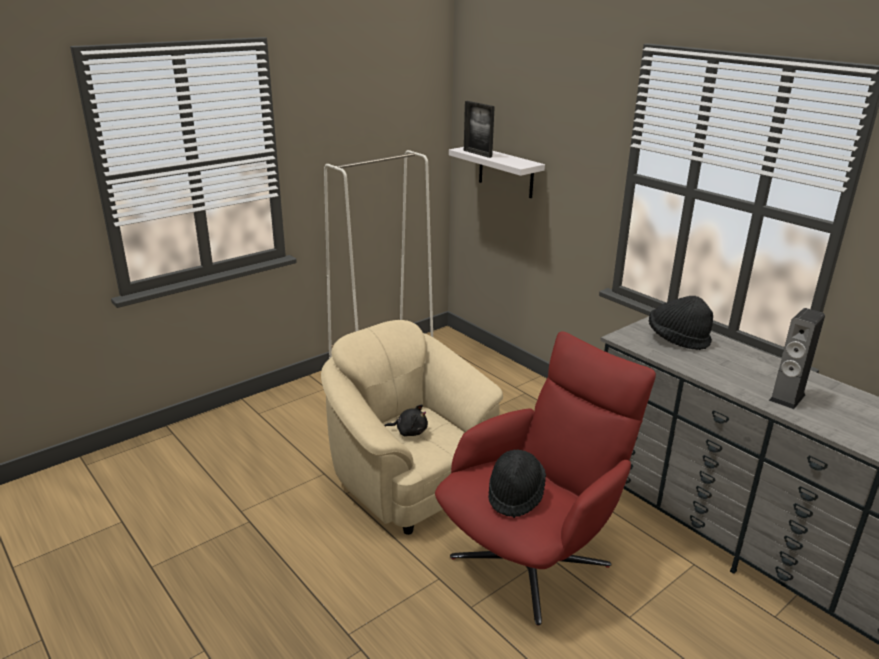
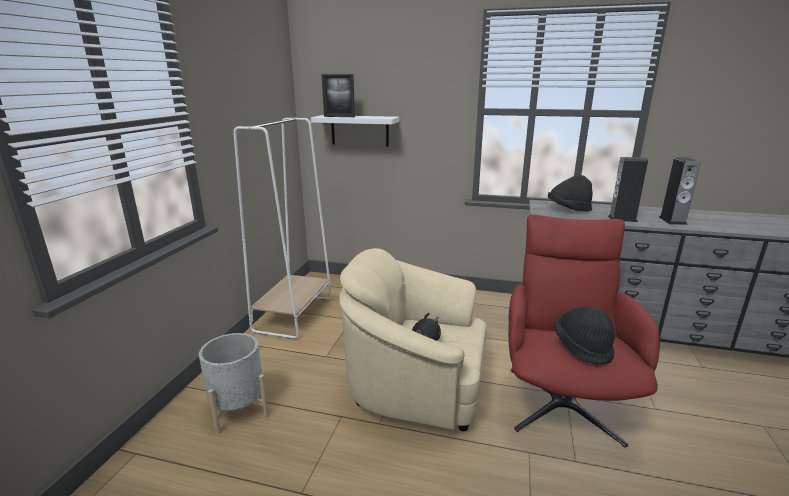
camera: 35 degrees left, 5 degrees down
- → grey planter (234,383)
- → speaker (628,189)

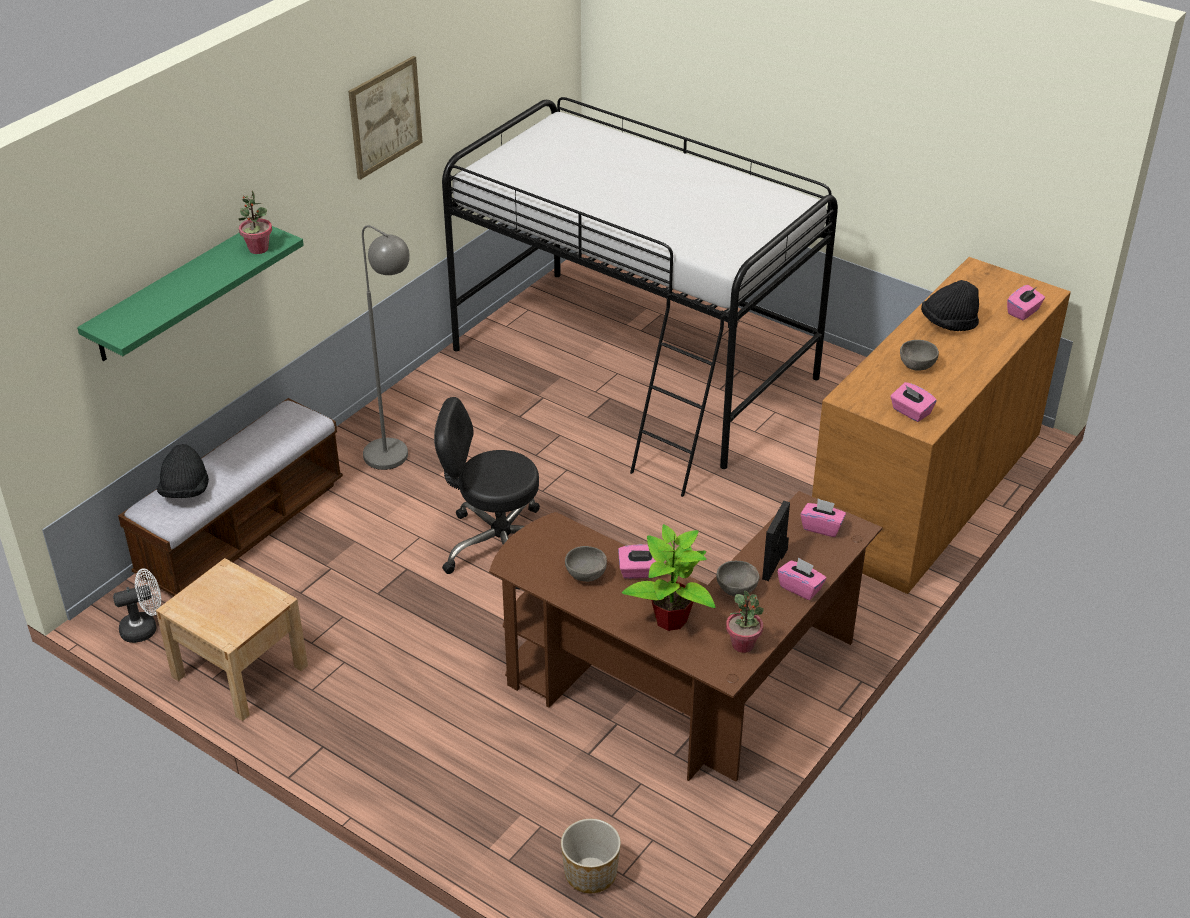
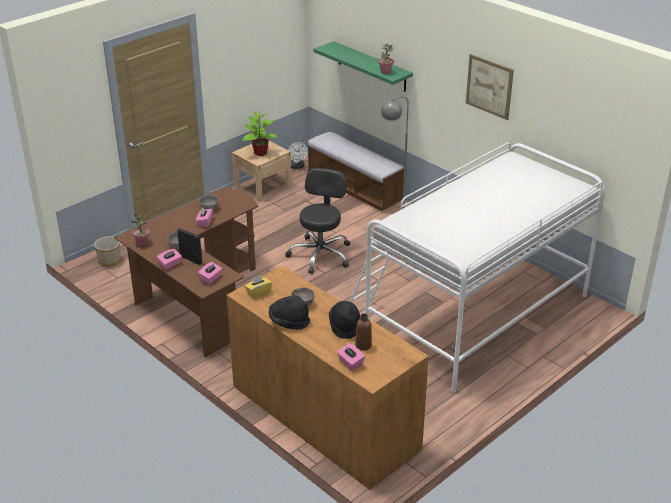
camera: 100 degrees right, 5 degrees down
black hat (183,471) → black hat (289,312), relocated
black bed (640,297) → white bed (477,267)
potted plant (668,577) → potted plant (260,133), relocated
pink tissue box (914,402) → yellow tissue box (258,286)
- → brown bottle (363,332)

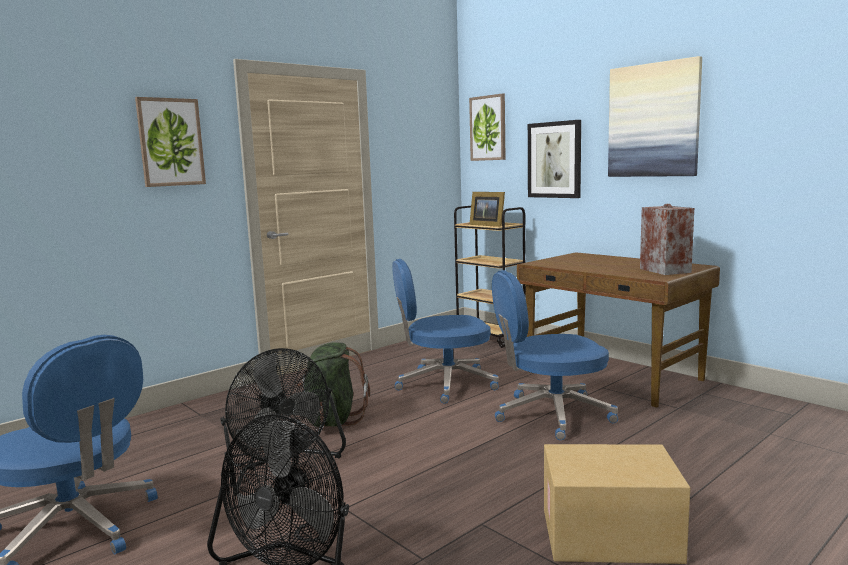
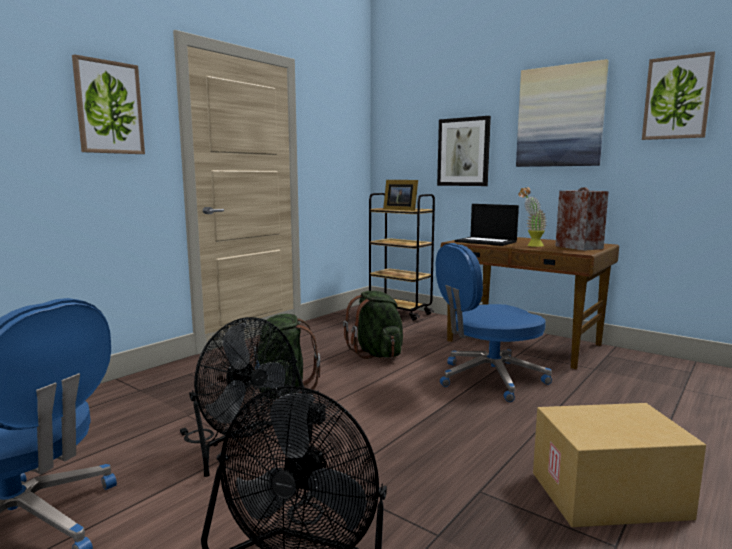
camera: 10 degrees left, 0 degrees up
blue office chair (445,331) → green backpack (373,325)
picture (487,127) → picture (678,95), relocated
- → laptop (487,225)
- → potted plant (532,217)

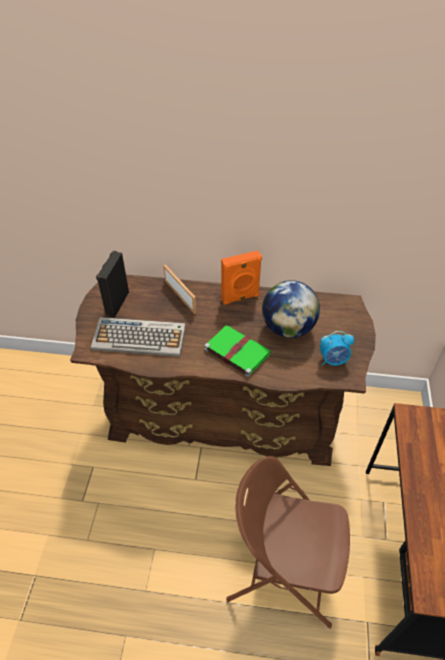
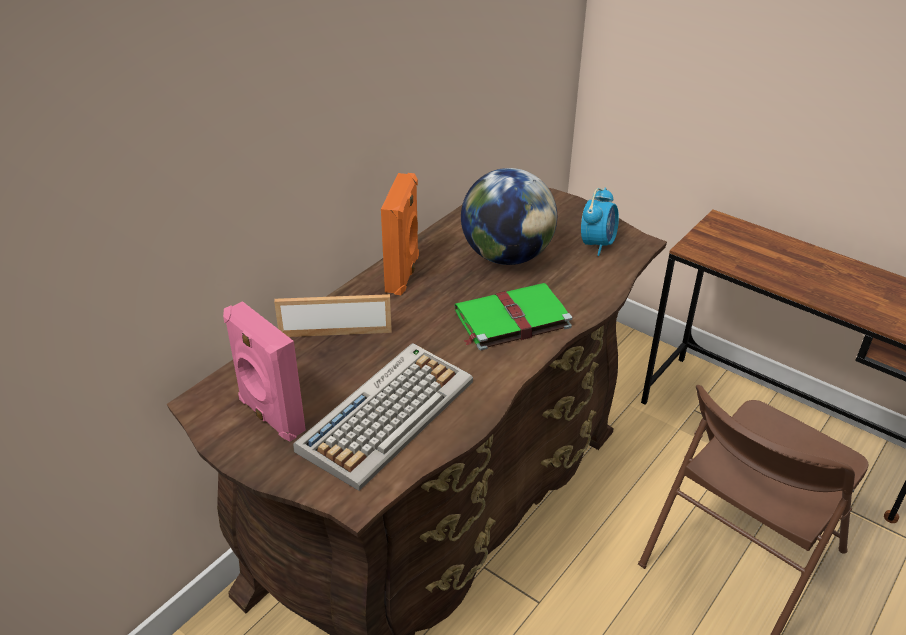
camera: 60 degrees left, 10 degrees down
black speaker (112,284) → pink speaker (264,371)

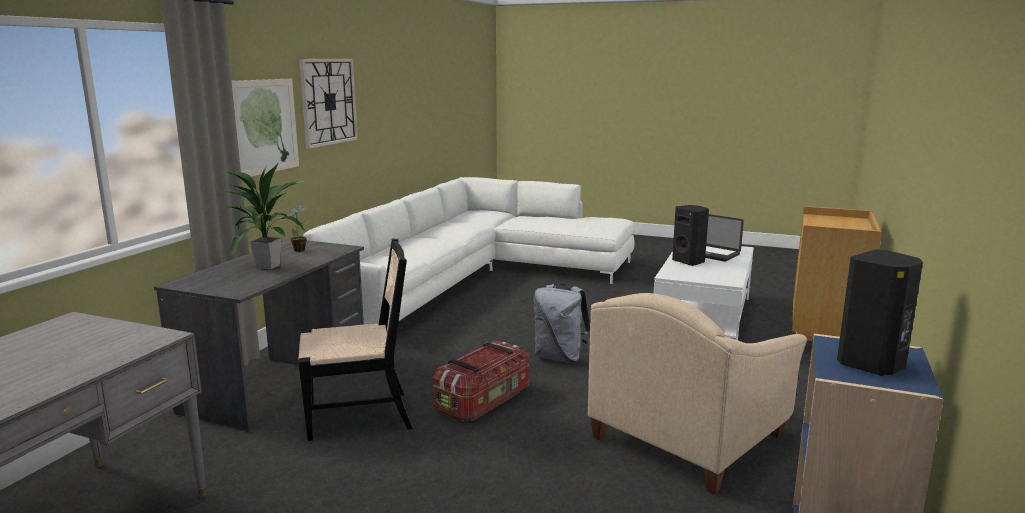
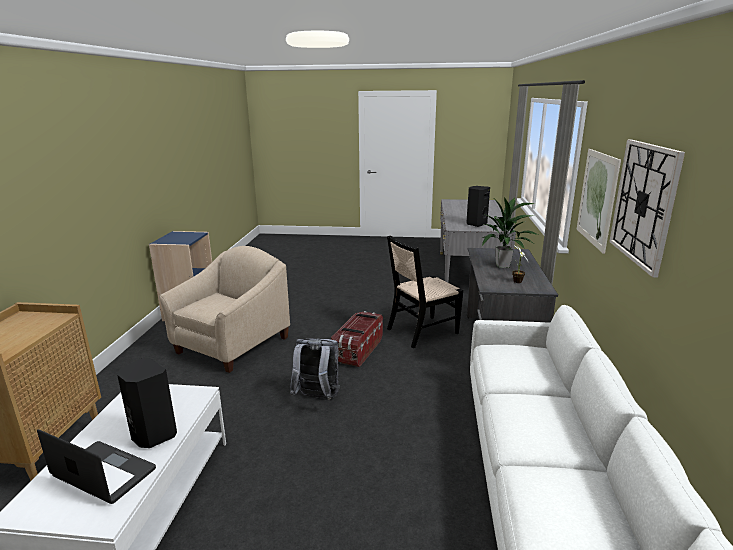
camera: 165 degrees right, 5 degrees up
black speaker (880,312) → black speaker (478,206), relocated

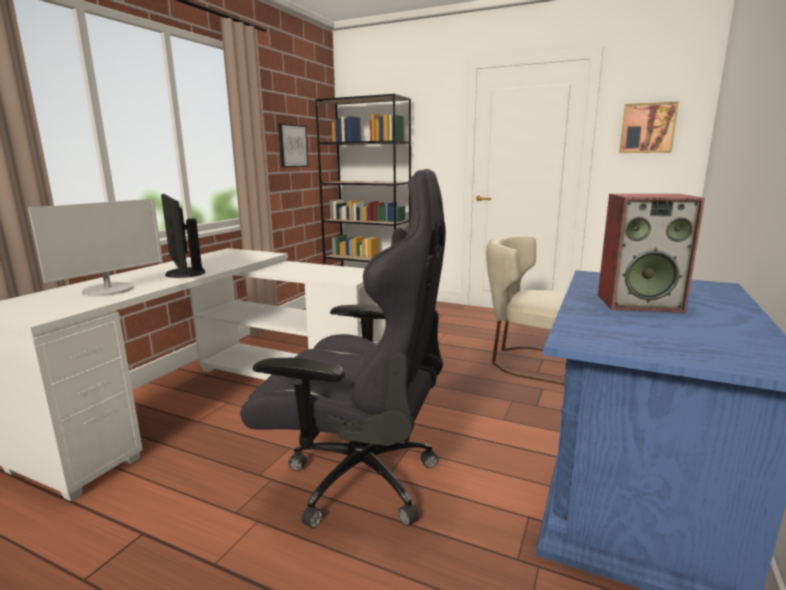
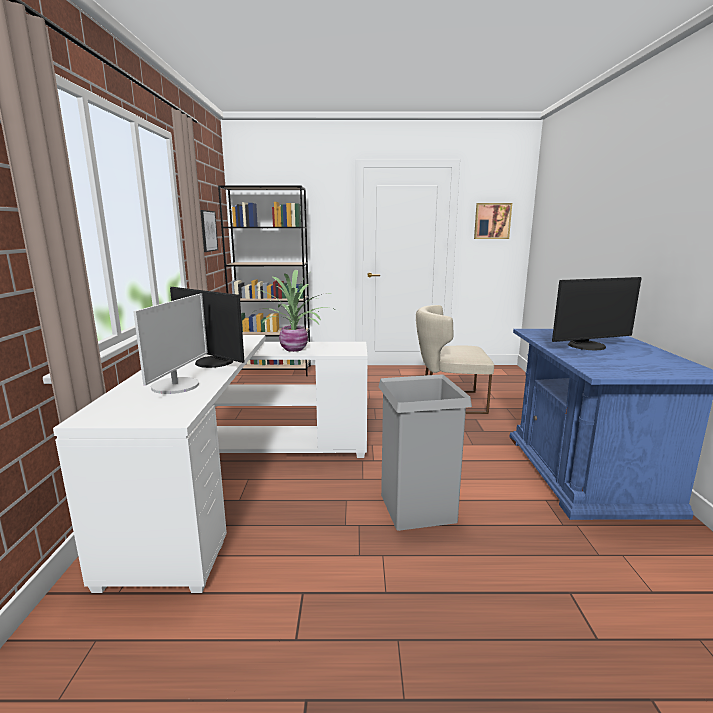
camera: 25 degrees left, 0 degrees up
black office chair (343,348) → grey trash can (425,453)
speaker (651,253) → monitor (597,313)
- → potted plant (292,311)

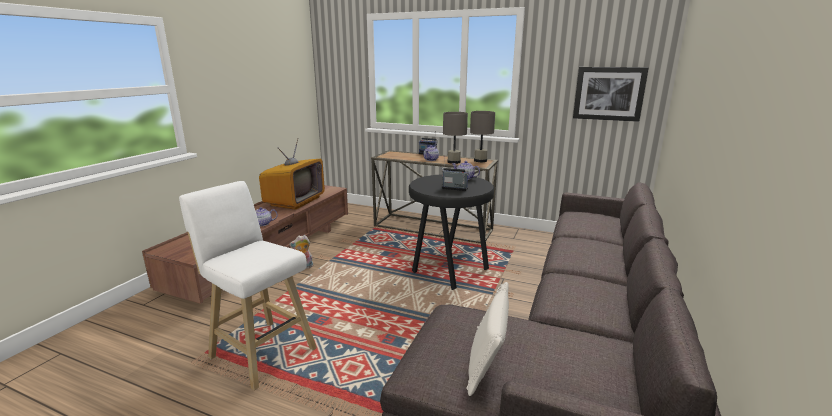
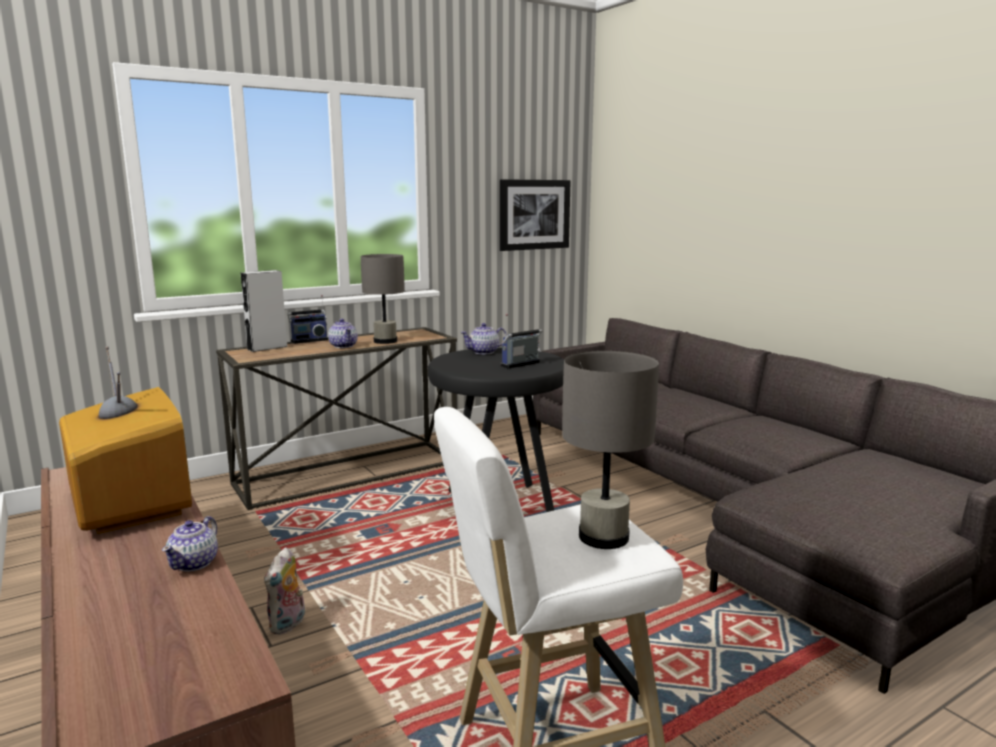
camera: 55 degrees left, 5 degrees down
white pillow (487,339) → -
grey table lamp (482,136) → grey table lamp (610,450), relocated
- → grey speaker (264,311)

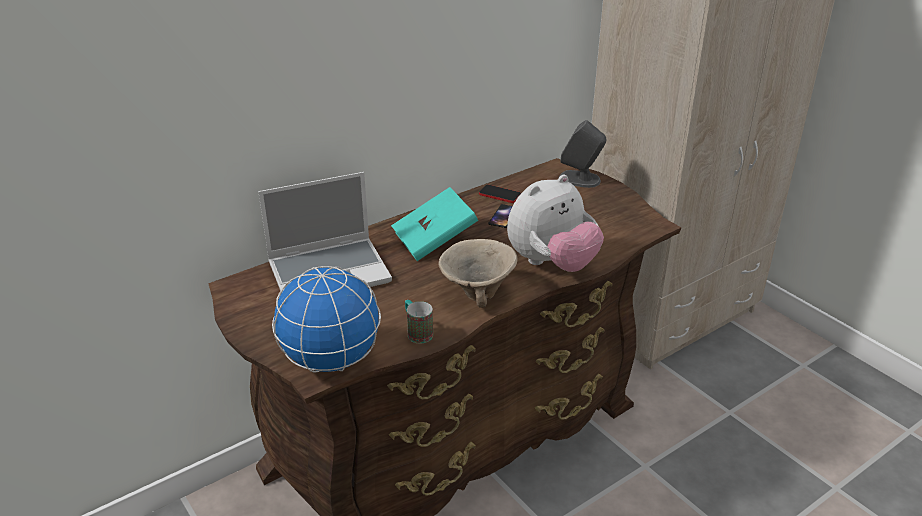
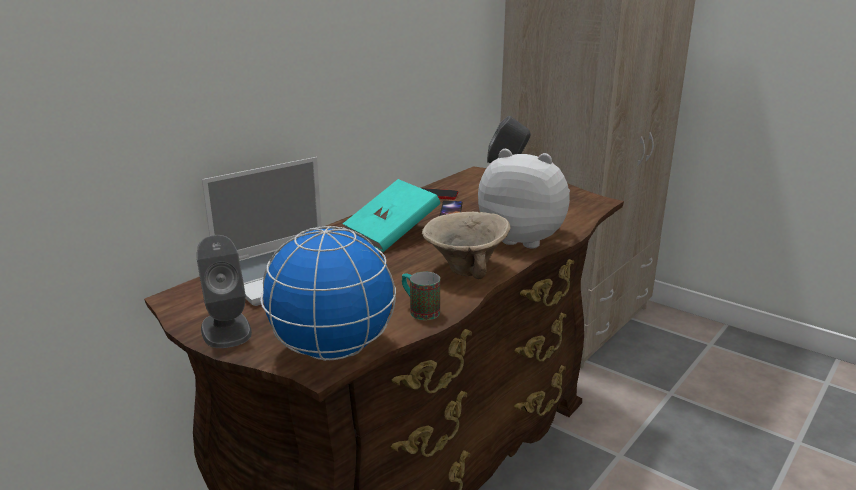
camera: 15 degrees left, 10 degrees down
plush toy (555,223) → plush toy (524,198), 105 degrees counterclockwise
- → grey speaker (224,291)

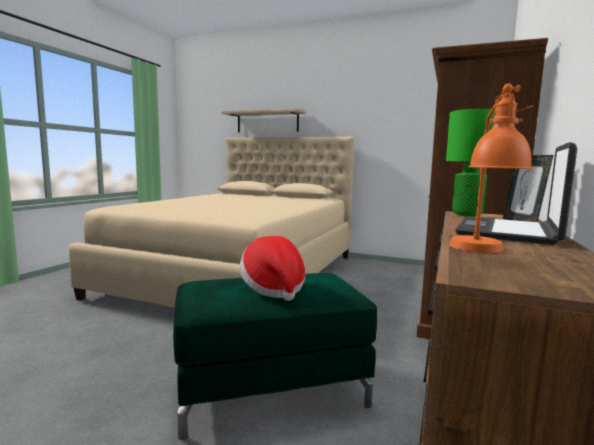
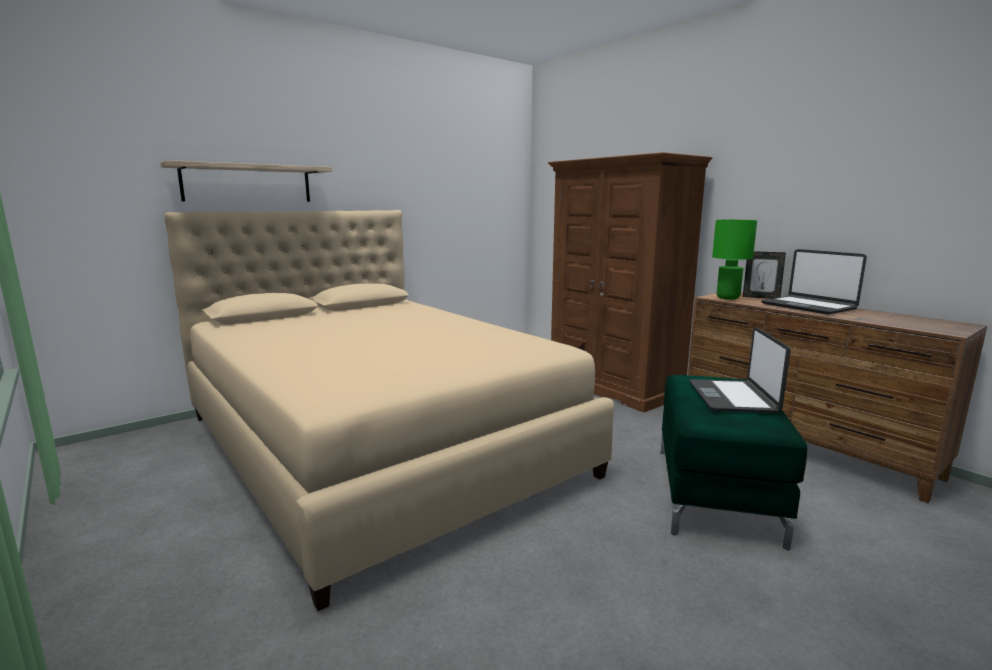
camera: 60 degrees left, 5 degrees up
hat (273,268) → laptop (740,370)
orange table lamp (491,168) → -

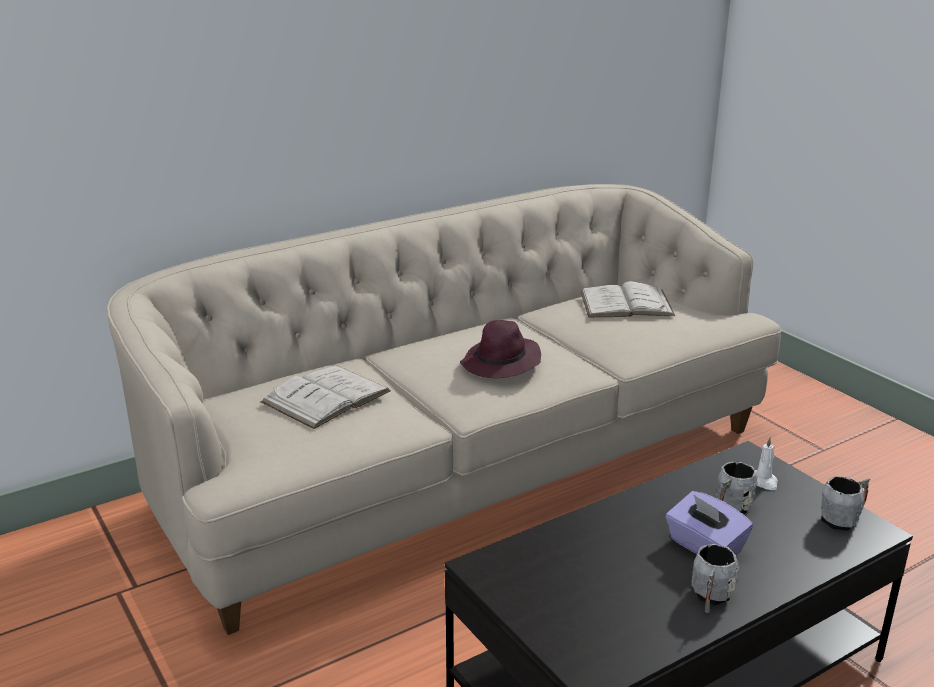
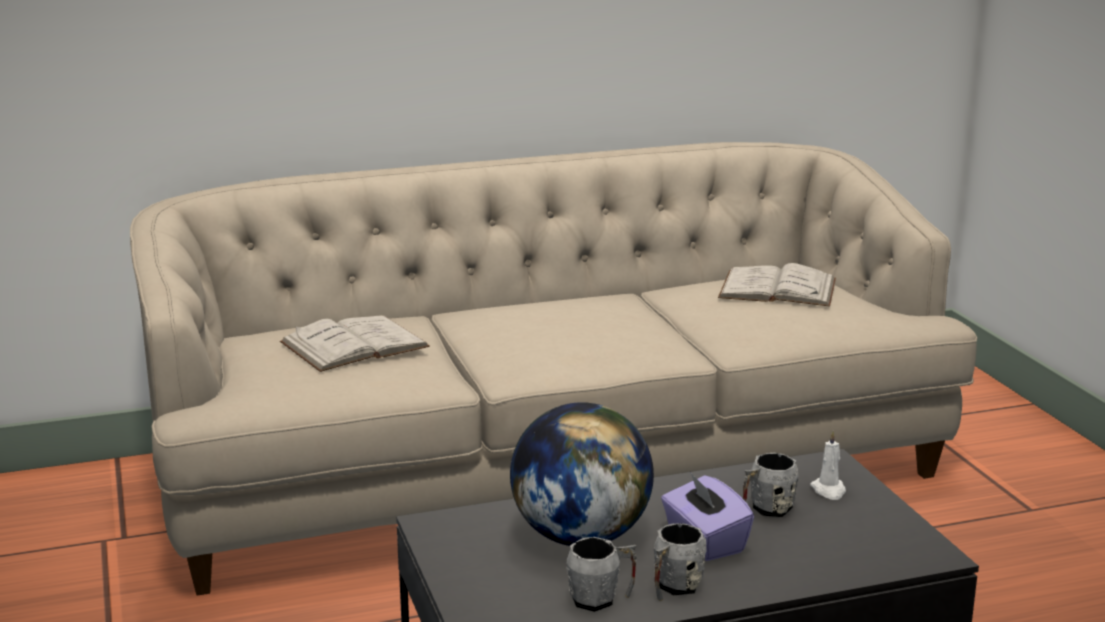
camera: 15 degrees right, 5 degrees down
purple hat (500,349) → -
grey mug (845,503) → grey mug (601,574), relocated
- → globe (582,474)

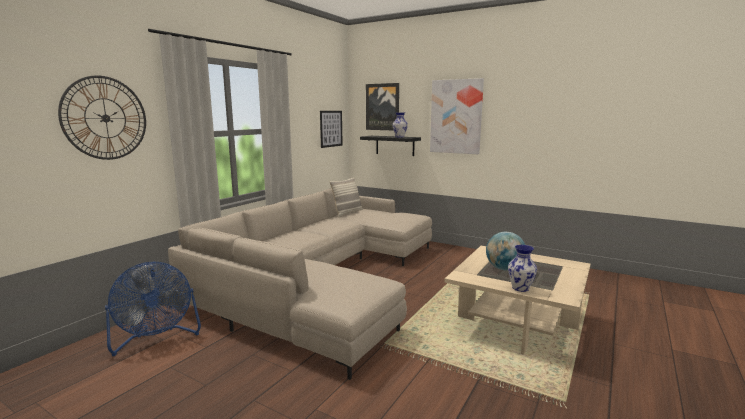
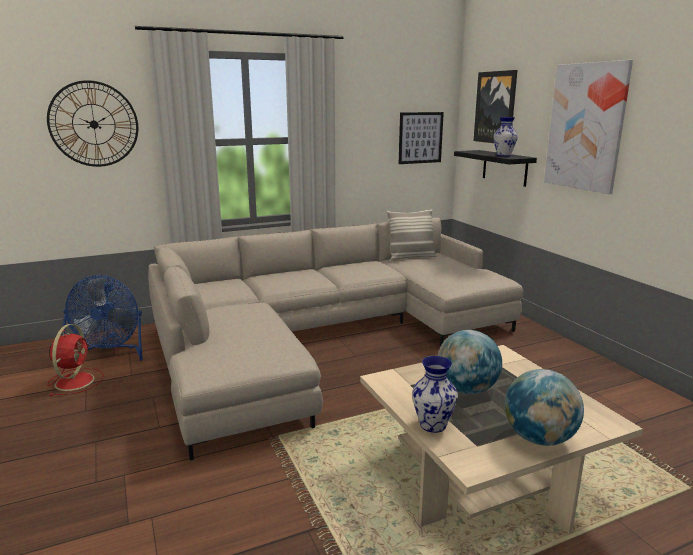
camera: 35 degrees right, 5 degrees up
- → red fan (75,360)
- → globe (544,407)

